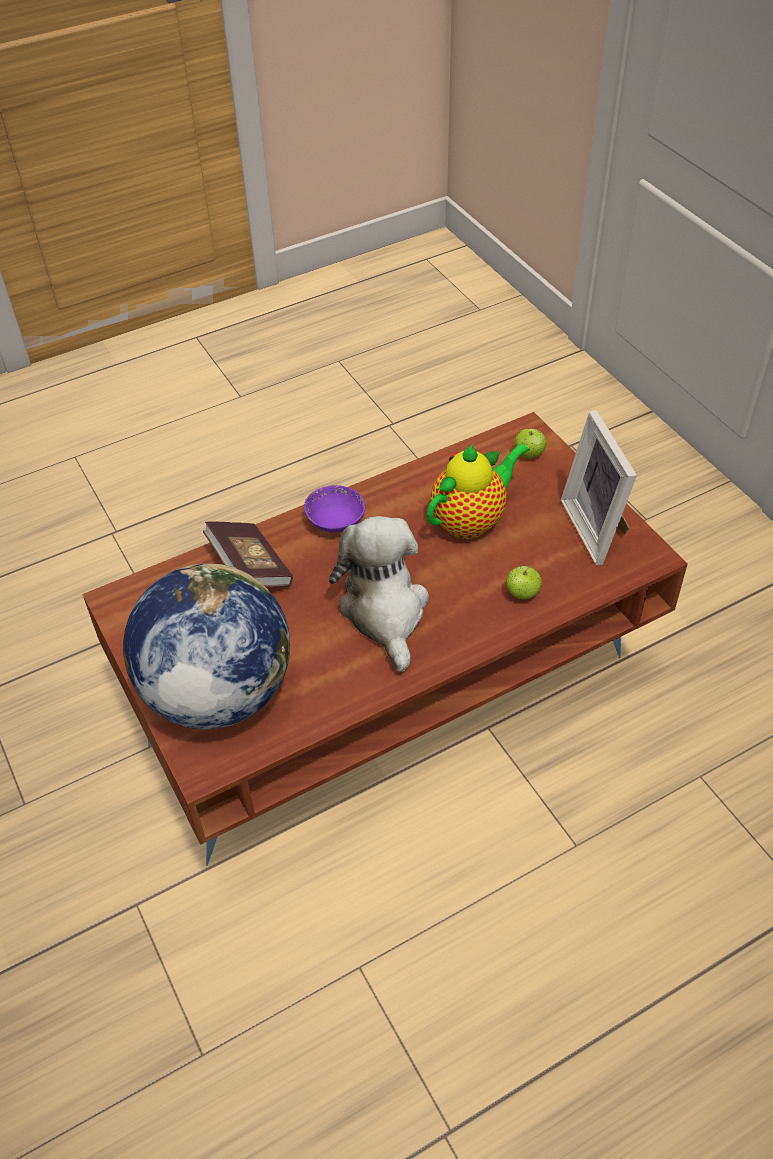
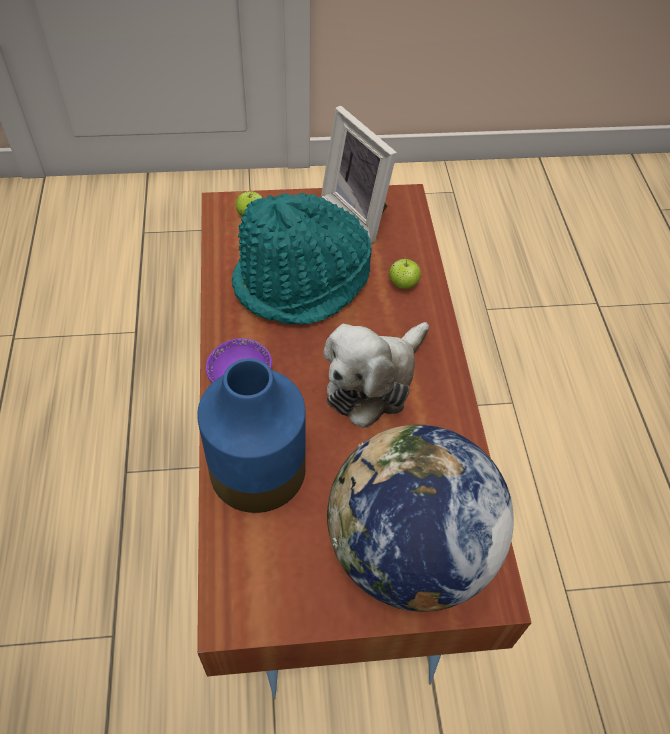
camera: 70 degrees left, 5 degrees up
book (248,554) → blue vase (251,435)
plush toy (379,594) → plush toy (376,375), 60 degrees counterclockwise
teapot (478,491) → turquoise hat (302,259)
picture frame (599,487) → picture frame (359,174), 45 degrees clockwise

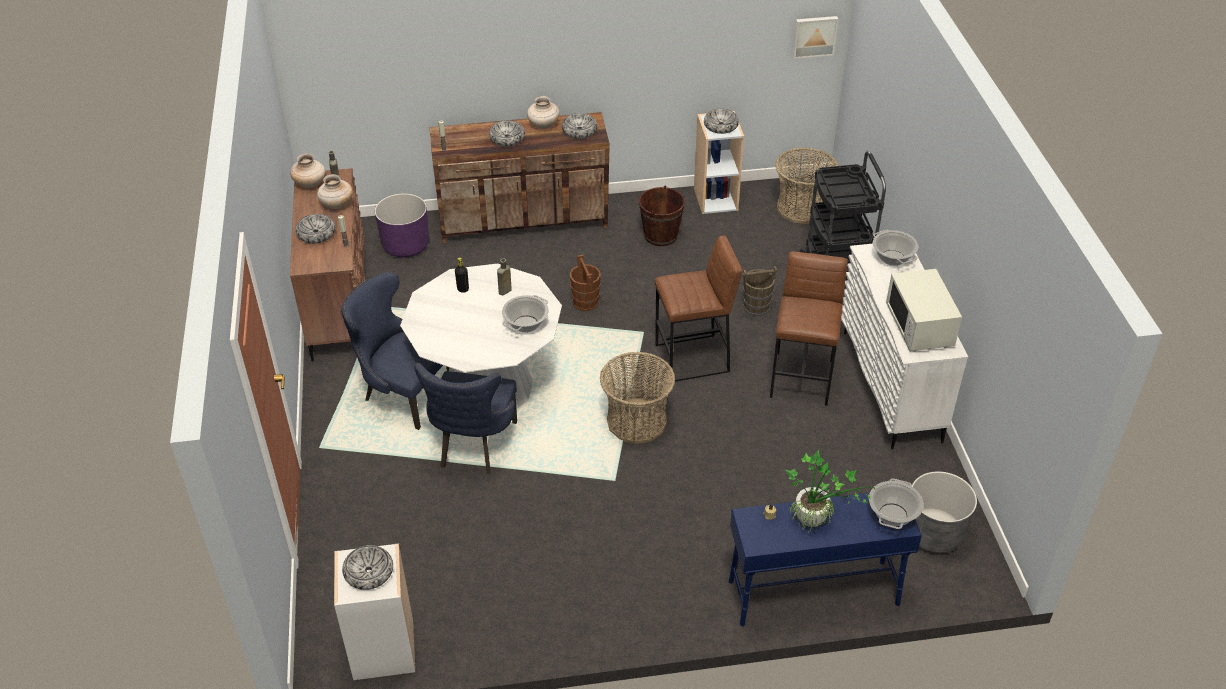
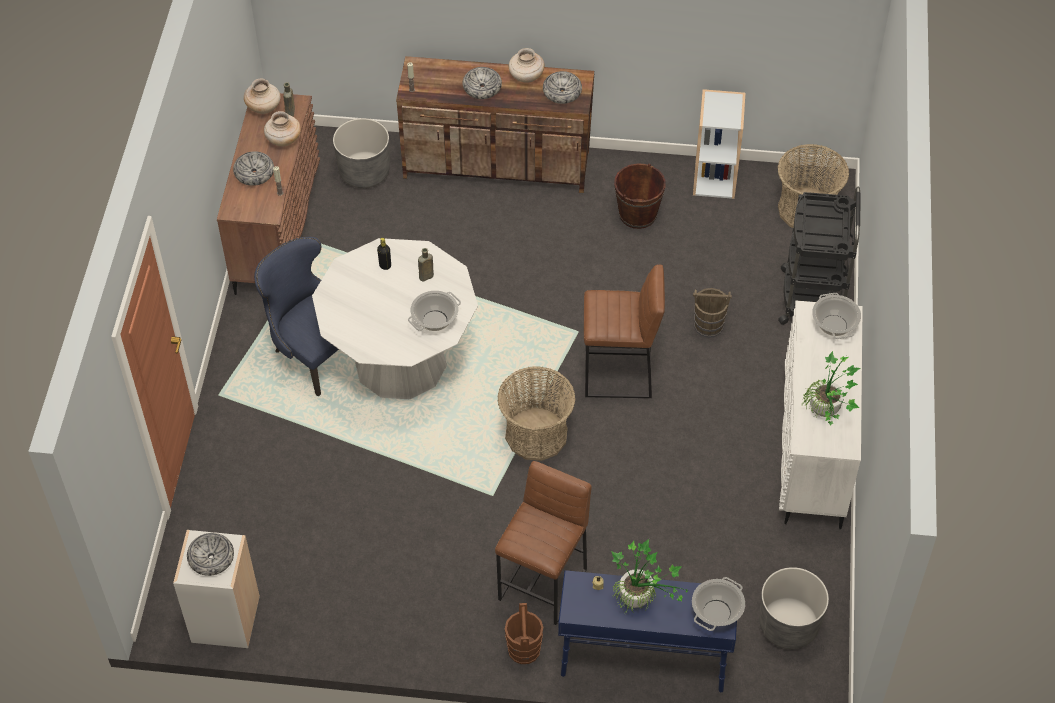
camera: 15 degrees right, 10 degrees up
purple planter (402,225) → grey planter (361,153)
blue chair (465,418) → -
brown bucket (585,283) → brown bucket (524,633), relocated
bowl (721,121) → -
brown stool (808,328) → brown stool (543,543), relocated
picture (815,37) → -
white microwave (924,310) → potted plant (830,388)

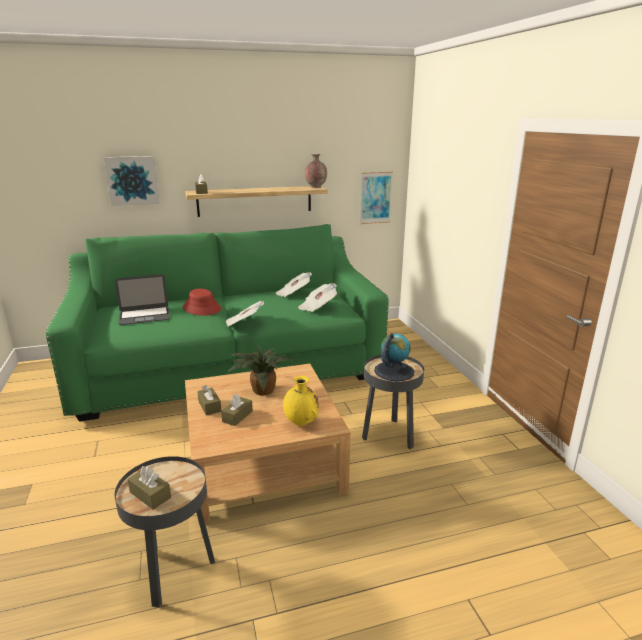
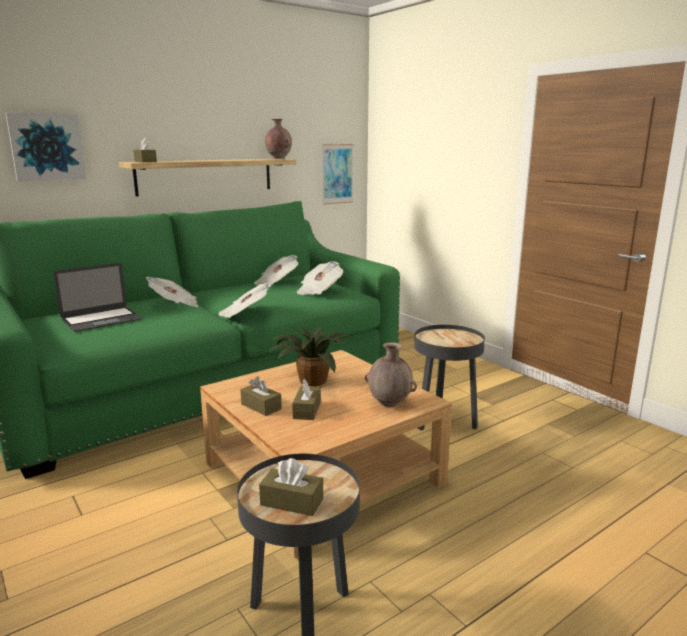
camera: 20 degrees left, 5 degrees down
red hat (202,302) → newspaper (172,292)
yellow vase (301,401) → brown vase (391,374)
globe (394,357) → -

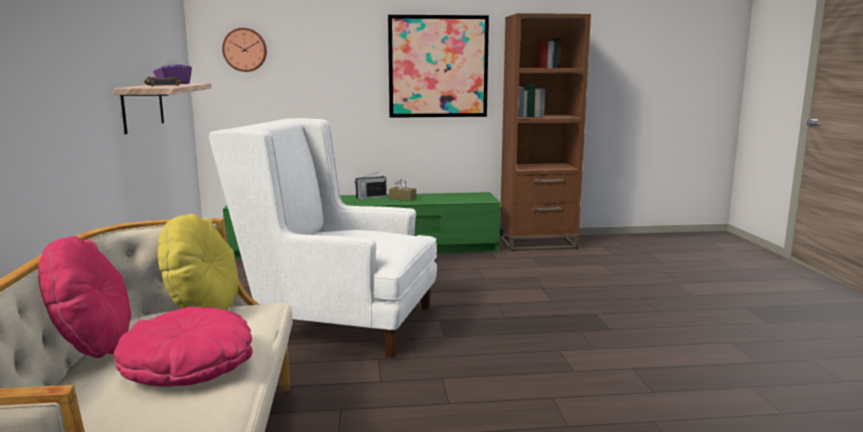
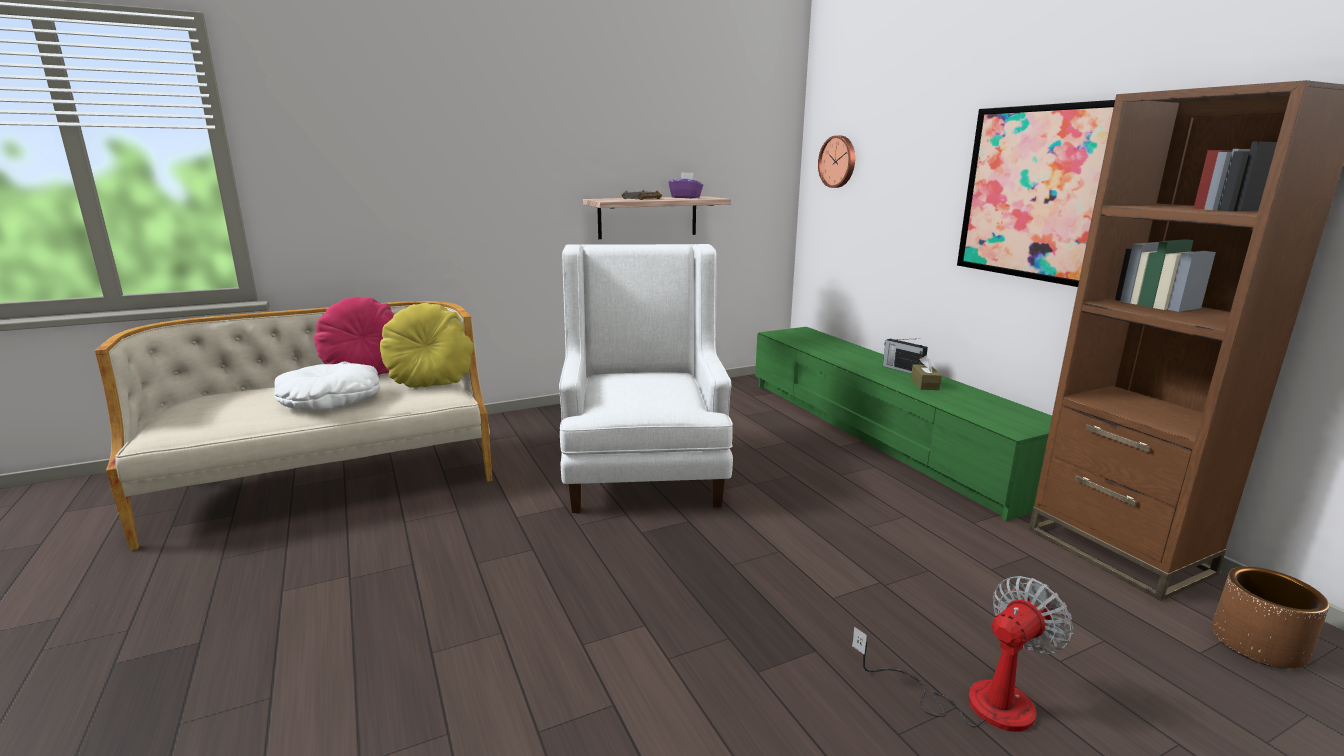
camera: 70 degrees right, 5 degrees up
pink pillow (183,347) → white pillow (327,386)
- → fan (962,654)
- → brown planter (1270,617)

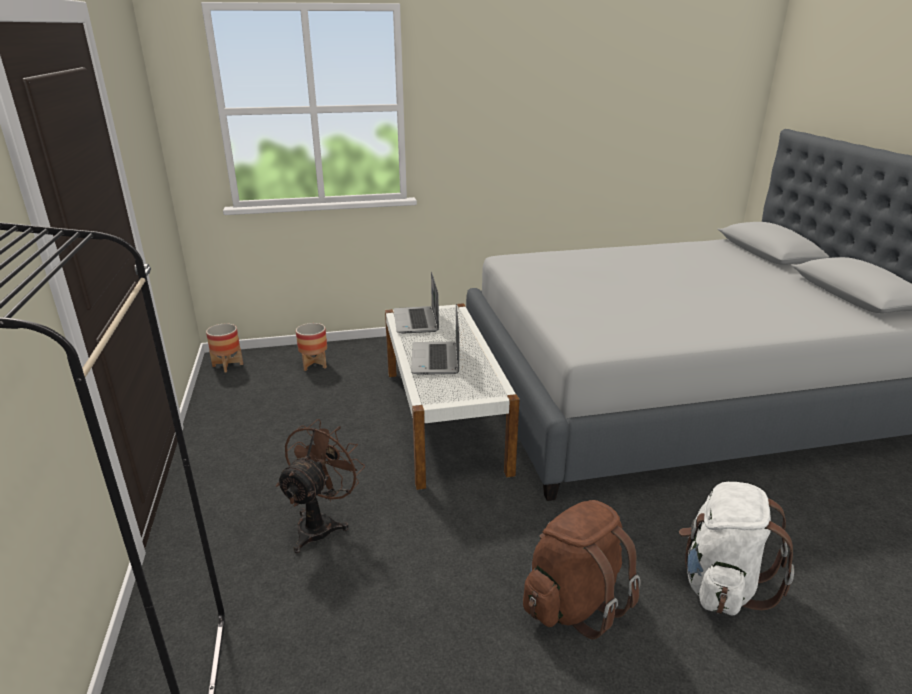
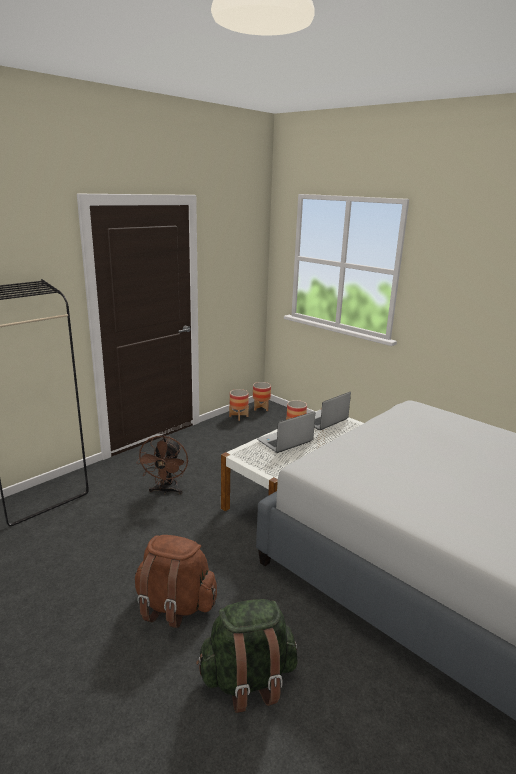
camera: 55 degrees right, 5 degrees down
brown fan (320,486) → brown fan (162,465), 105 degrees clockwise
white backpack (736,548) → green backpack (247,656)
- → planter (239,405)

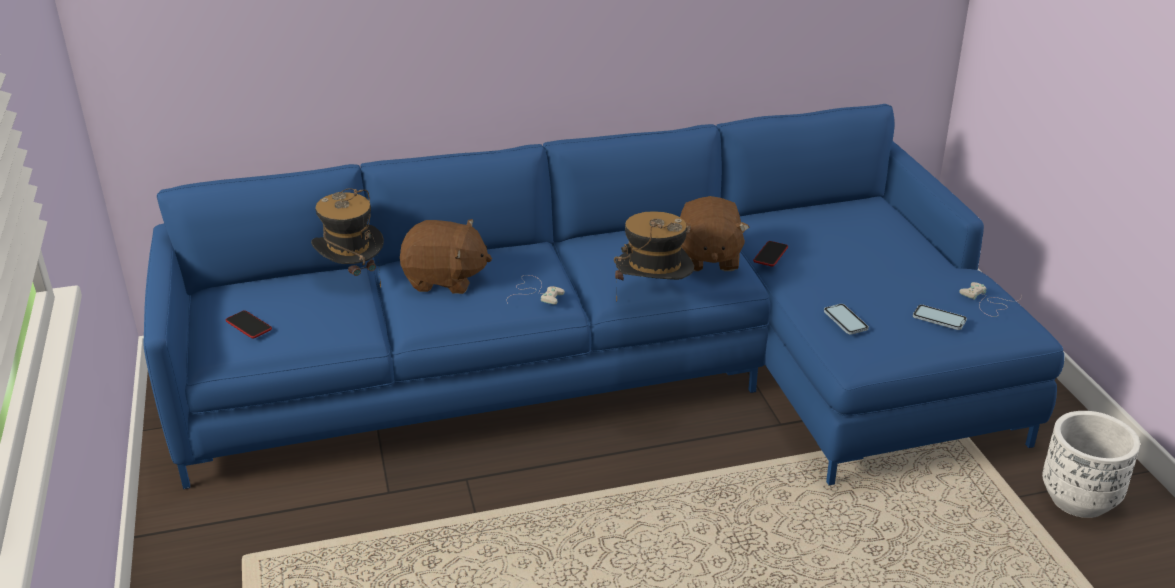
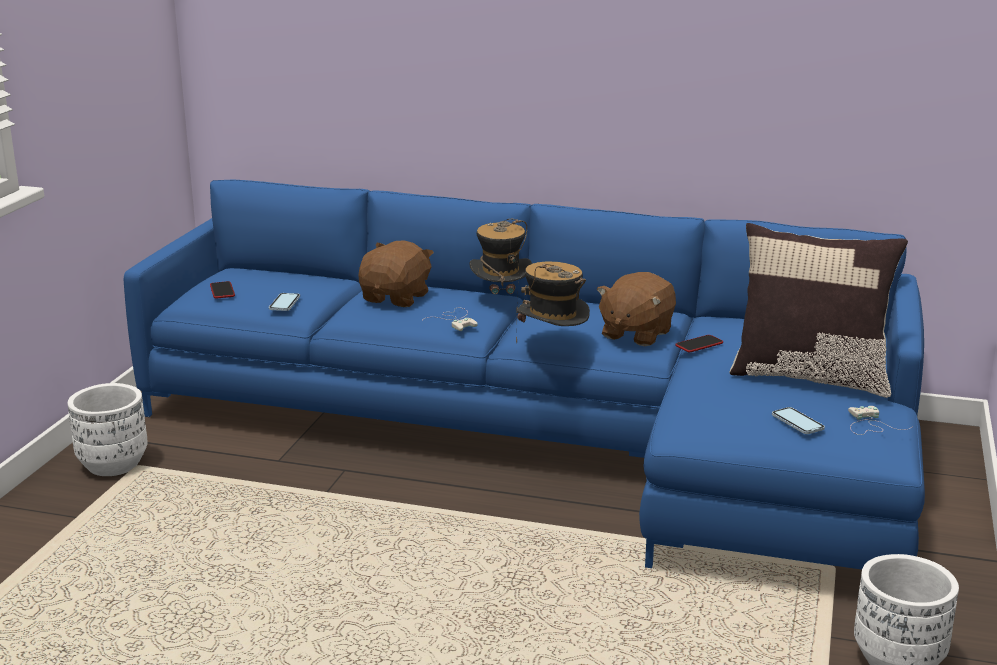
camera: 30 degrees right, 10 degrees down
hat (347,238) → hat (501,266), relocated
brown plush toy (446,256) → brown plush toy (396,274), 105 degrees counterclockwise
phone (846,319) → phone (284,302), relocated
- → white planter (108,429)
- → pillow (818,310)

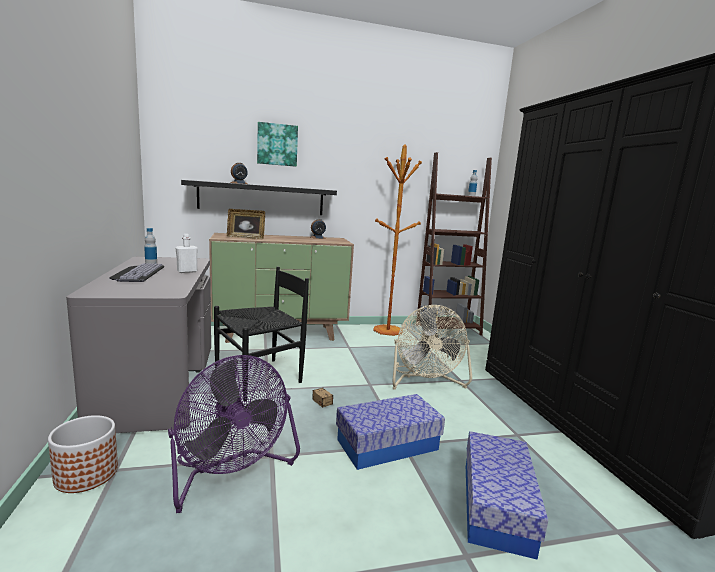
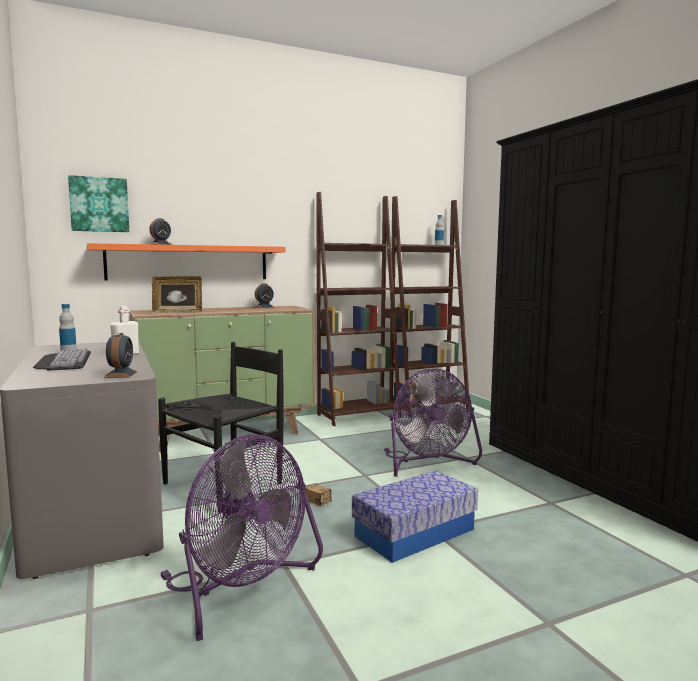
camera: 10 degrees left, 5 degrees down
planter (83,454) → -
black shelf (259,197) → orange shelf (186,261)
picture (277,144) → picture (98,203), relocated
orange clothes rack (397,240) → brown bookcase (359,309)
beige fan (432,347) → purple fan (433,422)
storage box (507,495) → -
- → alarm clock (120,355)

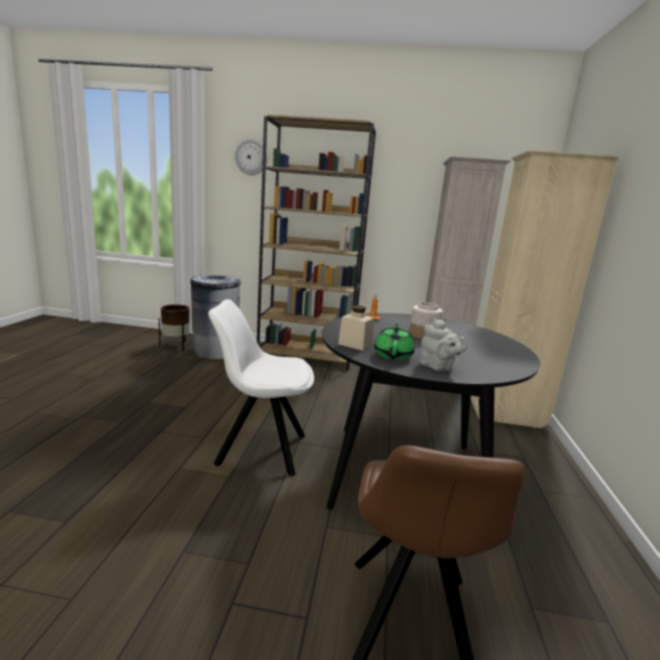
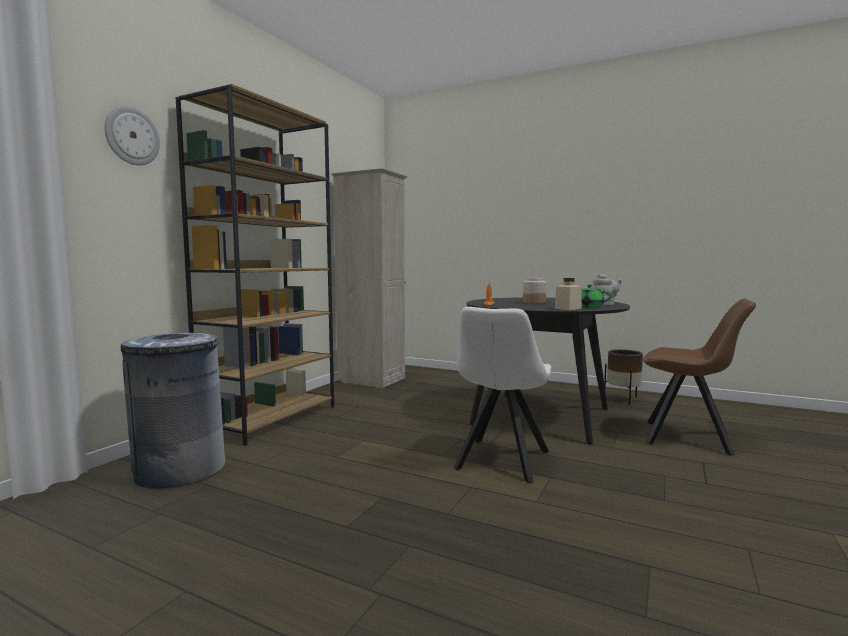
camera: 70 degrees left, 10 degrees down
brown planter (174,327) → brown planter (623,377), relocated
beige cabinet (545,289) → -

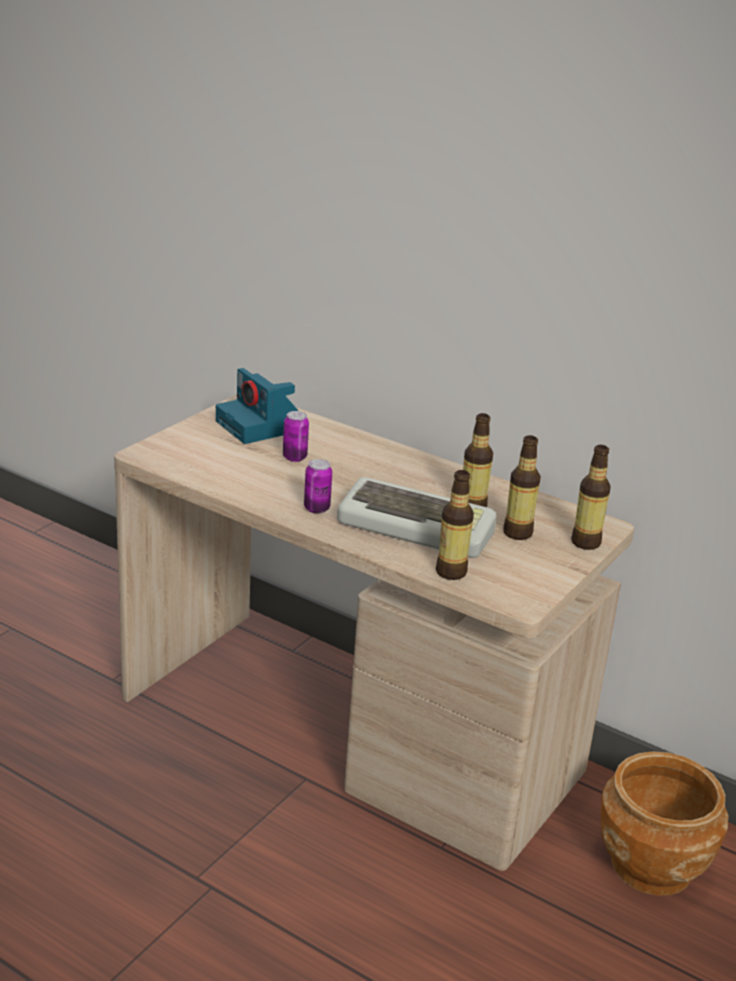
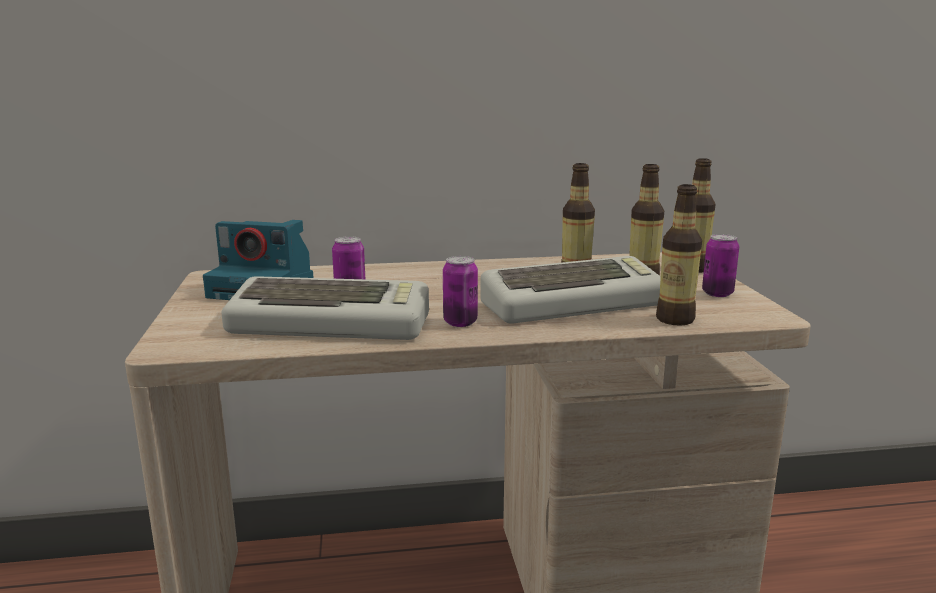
camera: 40 degrees left, 10 degrees down
brown planter (665,823) → -
- → keyboard (325,308)
- → can (720,265)

